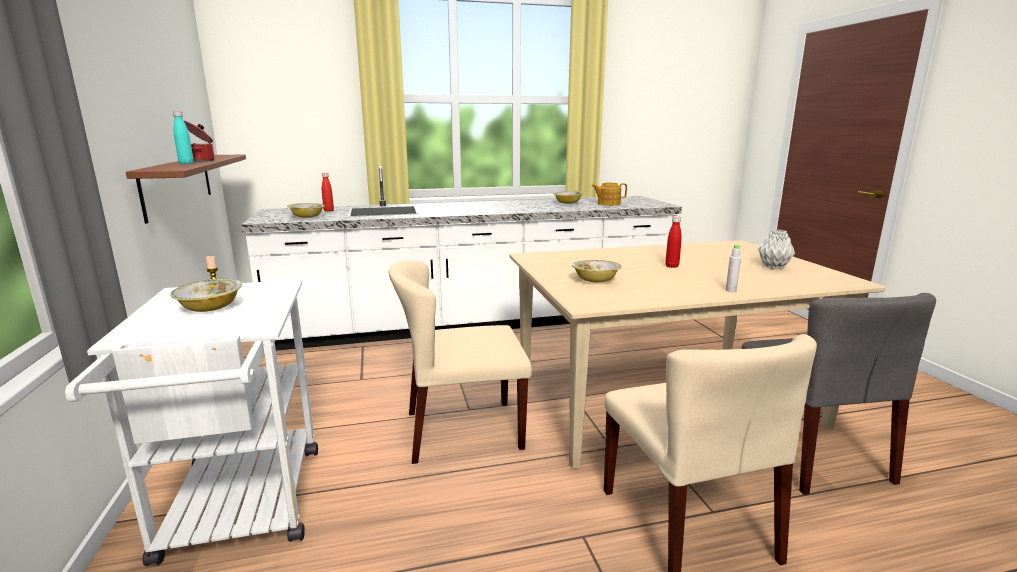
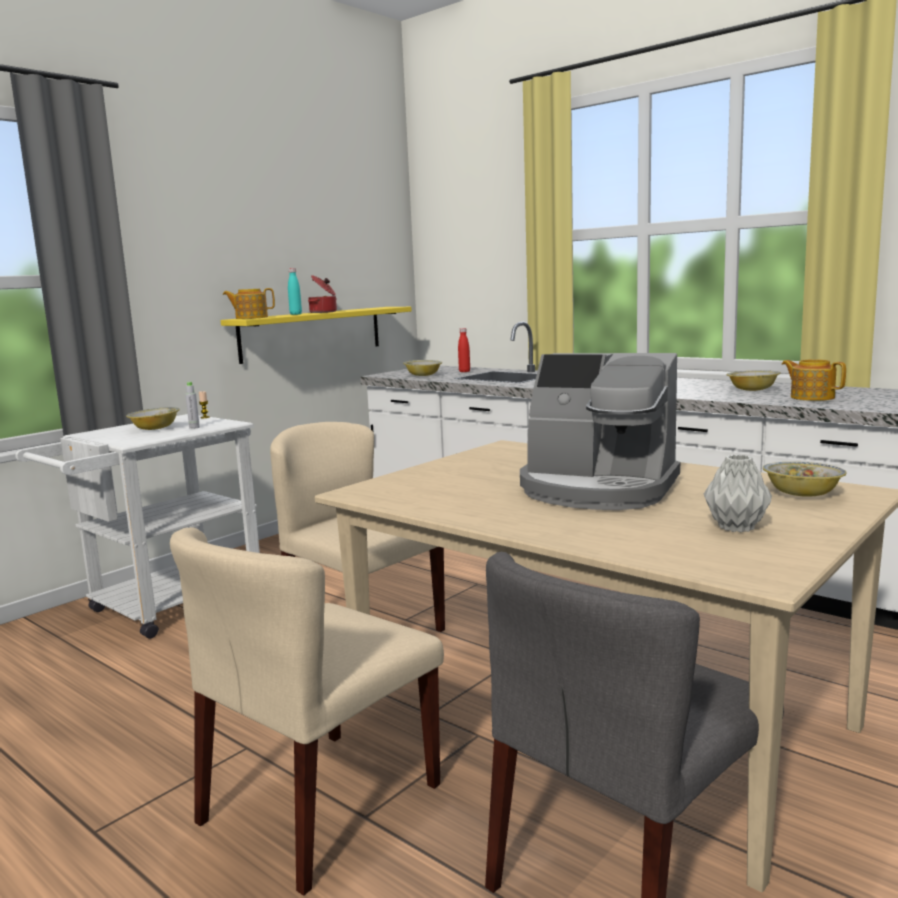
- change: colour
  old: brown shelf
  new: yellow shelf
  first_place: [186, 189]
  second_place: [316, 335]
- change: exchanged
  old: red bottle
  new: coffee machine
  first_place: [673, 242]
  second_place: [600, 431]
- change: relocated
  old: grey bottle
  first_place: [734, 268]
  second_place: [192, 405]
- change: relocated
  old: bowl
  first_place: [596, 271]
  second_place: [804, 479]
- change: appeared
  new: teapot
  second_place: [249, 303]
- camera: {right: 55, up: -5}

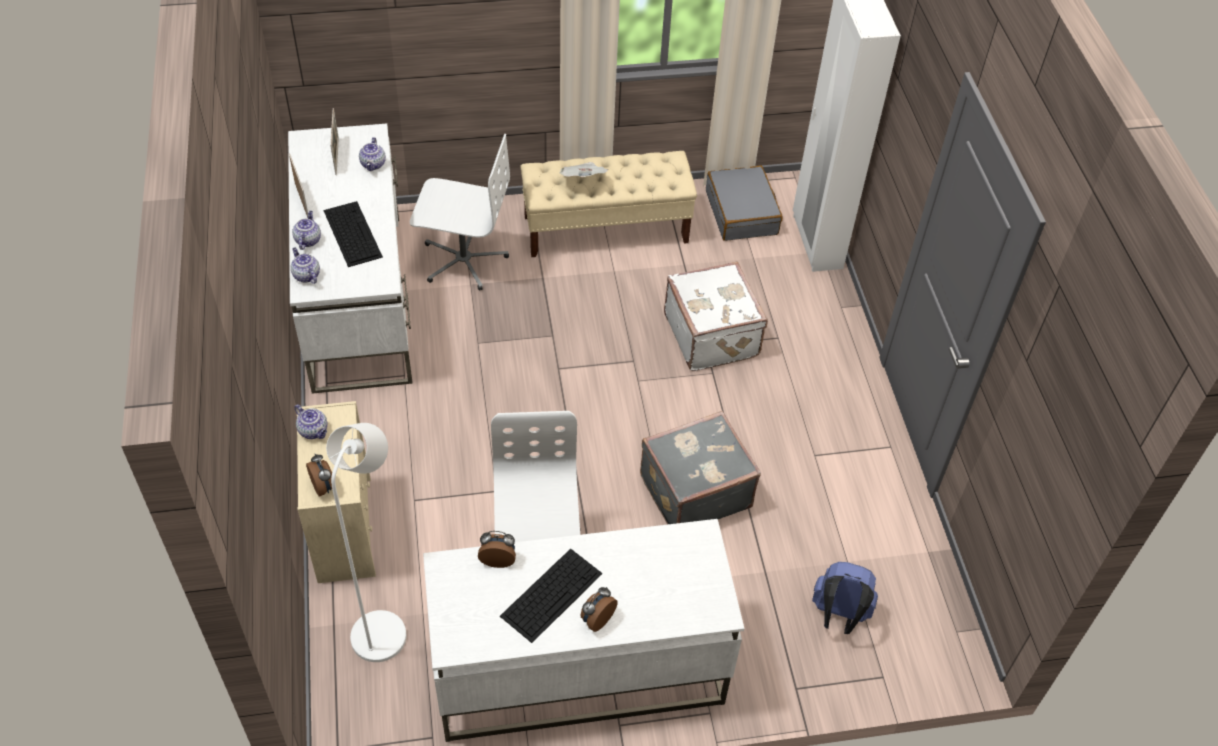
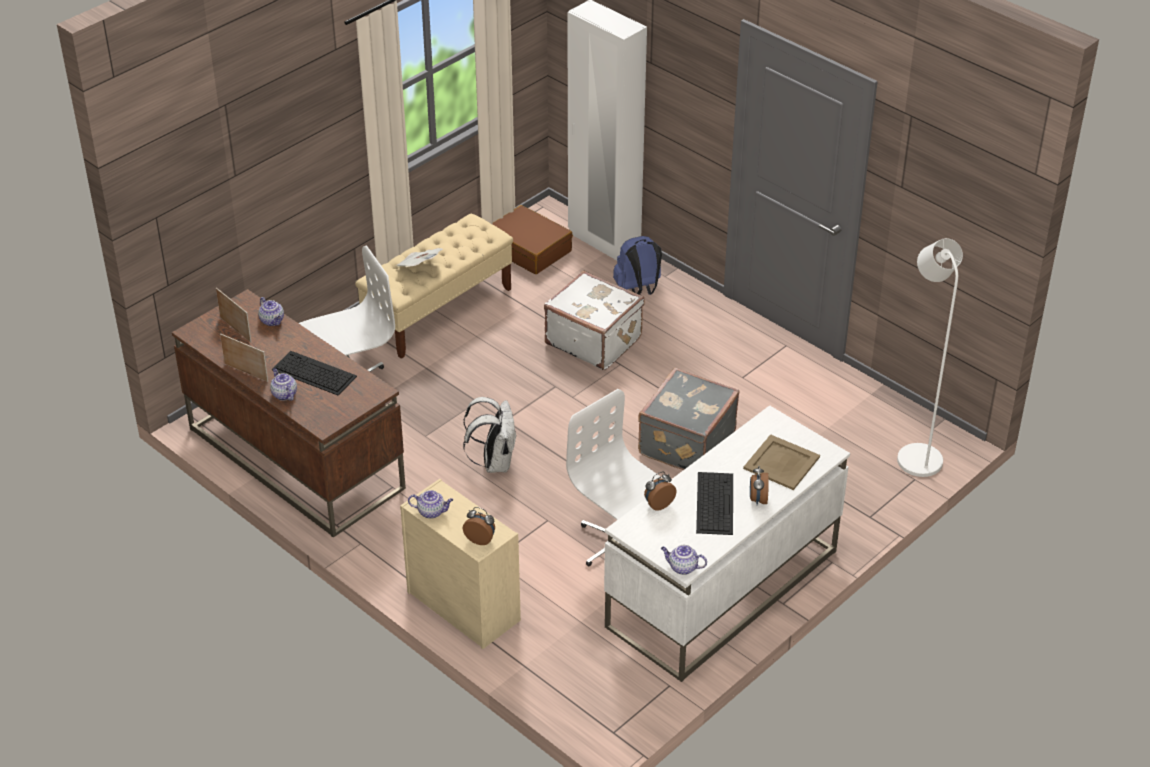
- change: colour
  old: white desk
  new: brown desk
  first_place: [350, 259]
  second_place: [289, 413]
- change: colour
  old: grey suitcase
  new: brown suitcase
  first_place: [744, 203]
  second_place: [532, 239]
- change: relocated
  old: teapot
  first_place: [305, 265]
  second_place: [684, 560]
- change: relocated
  old: white floor lamp
  first_place: [366, 542]
  second_place: [930, 357]
- change: relocated
  old: blue backpack
  first_place: [845, 598]
  second_place: [637, 265]
- change: appeared
  new: white backpack
  second_place: [490, 435]
- change: appeared
  new: beige tray
  second_place: [781, 462]
- camera: {right: -35, up: -10}

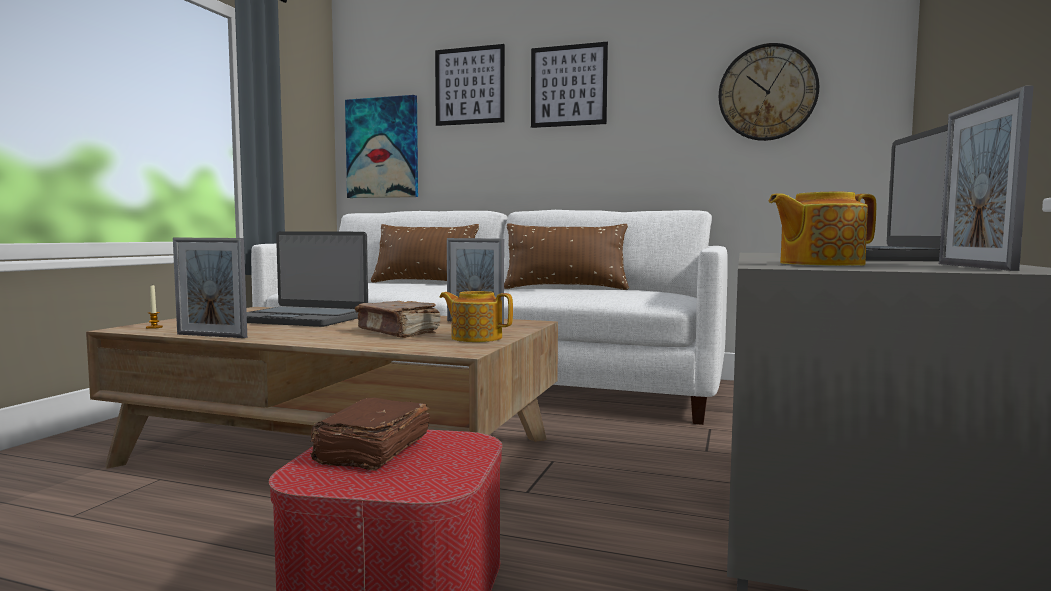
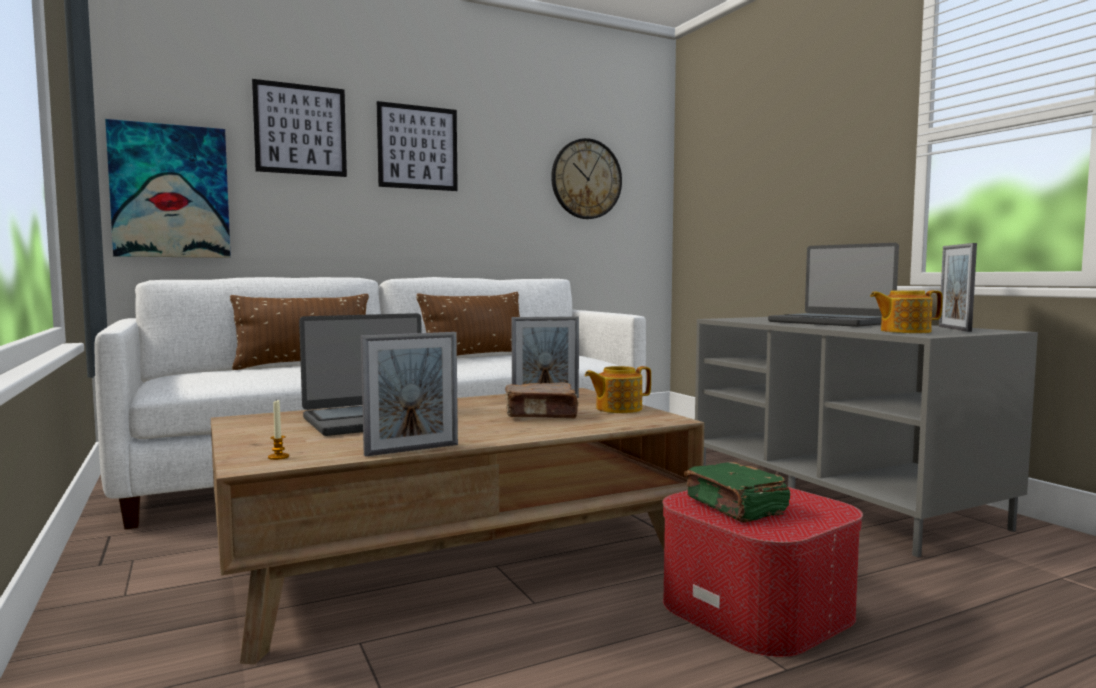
- change: spun
  old: picture frame
  first_place: [986, 178]
  second_place: [958, 287]
  degrees: 45
- change: spun
  old: teapot
  first_place: [822, 228]
  second_place: [906, 311]
  degrees: 60
- change: colour
  old: brown book
  new: green book
  first_place: [370, 434]
  second_place: [737, 492]
- camera: {right: -45, up: 0}

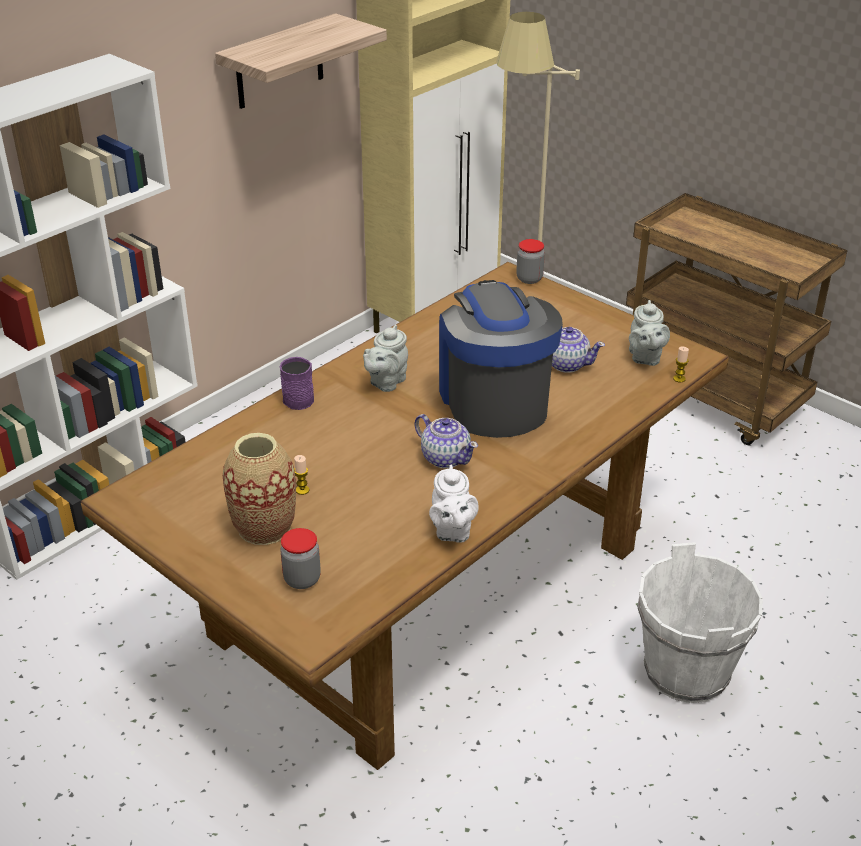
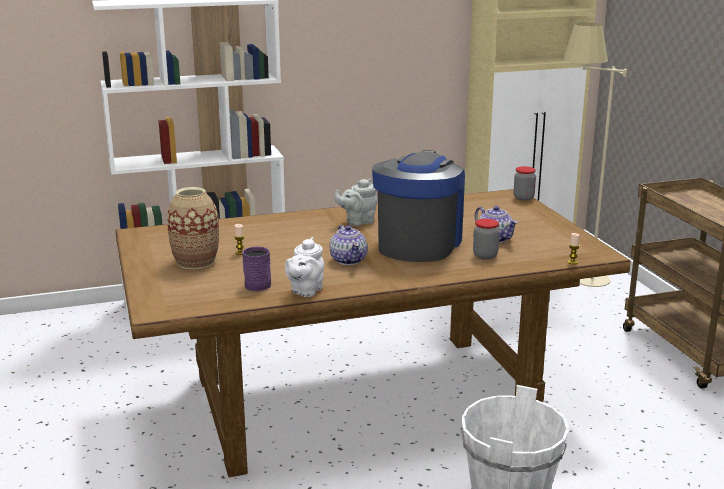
- change: missing
  old: shelf
  first_place: [301, 61]
- change: missing
  old: grey teapot
  first_place: [649, 333]
- change: relocated
  old: purple mug
  first_place: [296, 383]
  second_place: [256, 268]
- change: relocated
  old: jar
  first_place: [300, 558]
  second_place: [486, 239]
- camera: {right: 30, up: -15}

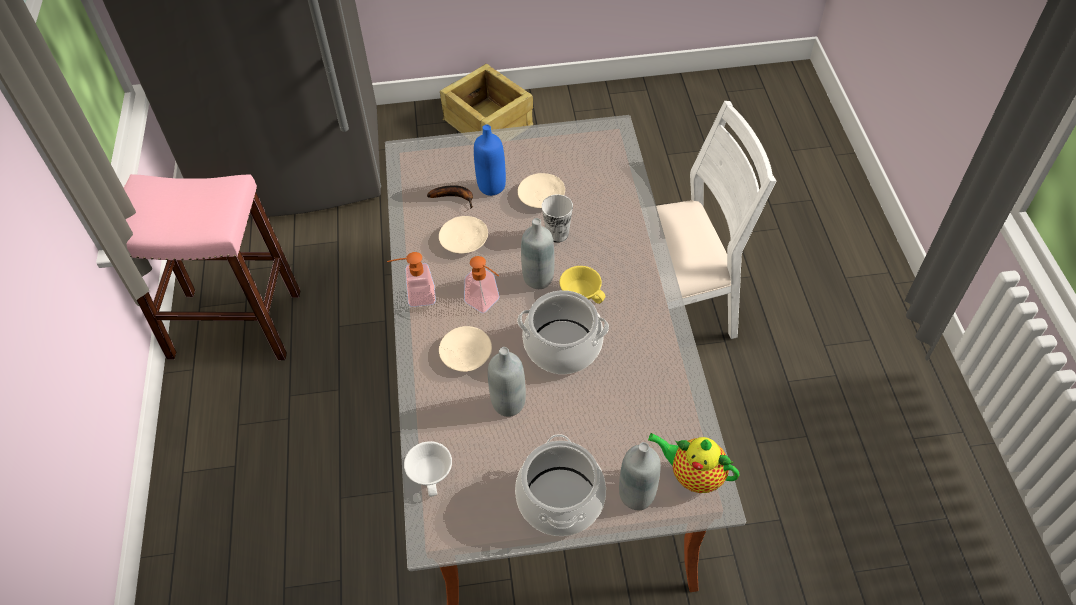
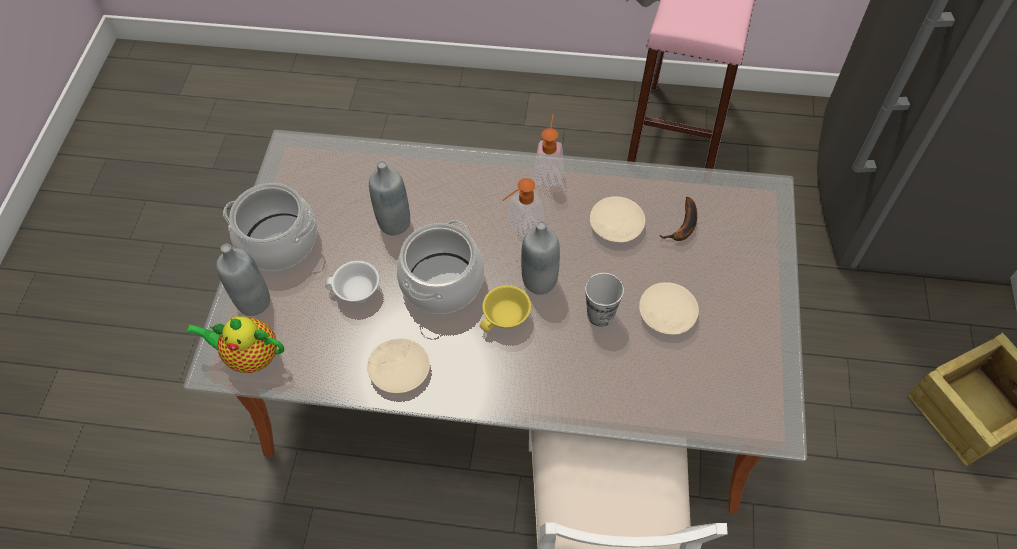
- change: missing
  old: blue bottle
  first_place: [490, 160]
- change: relocated
  old: beige plate
  first_place: [465, 349]
  second_place: [398, 366]
- change: spun
  old: teapot
  first_place: [694, 463]
  second_place: [235, 344]
  degrees: -120
- change: relocated
  old: white cup
  first_place: [428, 469]
  second_place: [352, 282]
- camera: {right: 105, up: 5}

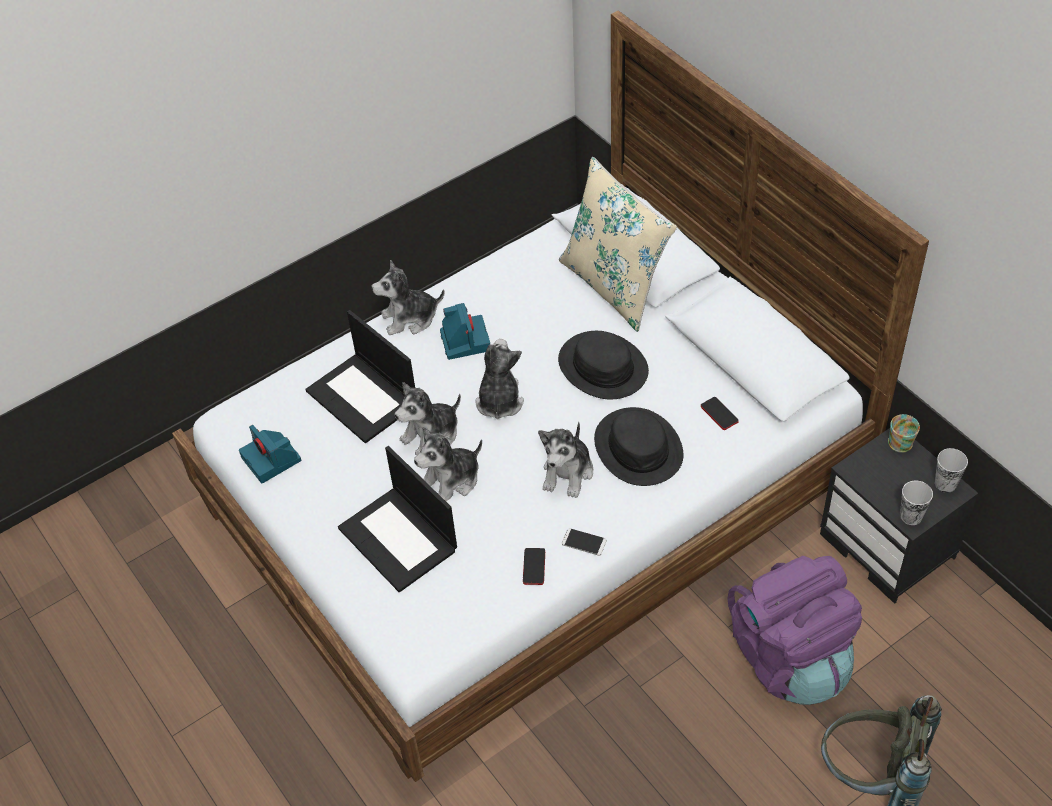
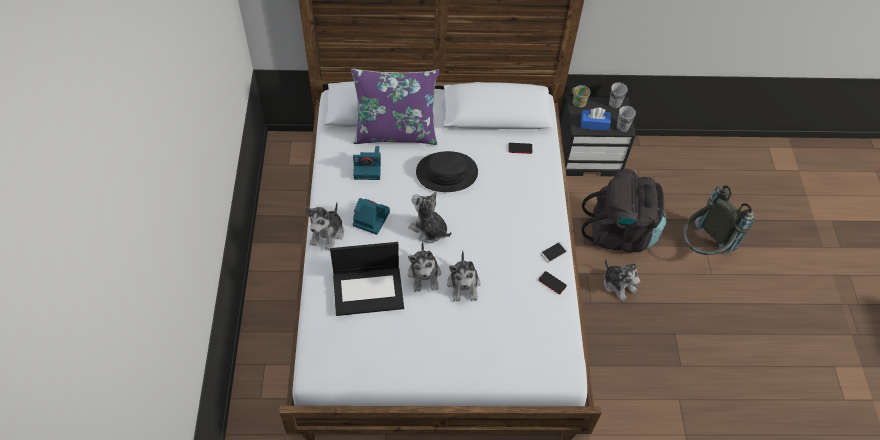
- change: colour
  old: beige pillow
  new: purple pillow
  first_place: [618, 244]
  second_place: [395, 106]
- change: missing
  old: black hat
  first_place: [638, 446]
- change: relocated
  old: plush toy
  first_place: [565, 460]
  second_place: [622, 280]
- change: relocated
  old: photo camera
  first_place: [270, 454]
  second_place: [367, 163]
- change: missing
  old: laptop
  first_place: [397, 519]
- change: colour
  old: purple backpack
  new: black backpack
  first_place: [795, 630]
  second_place: [623, 211]
- change: appeared
  new: blue tissue box
  second_place: [596, 119]
- camera: {right: -60, up: 5}

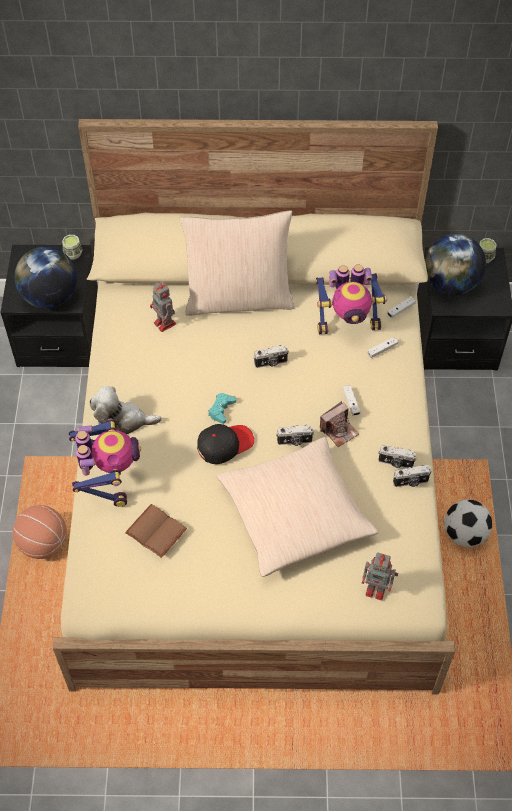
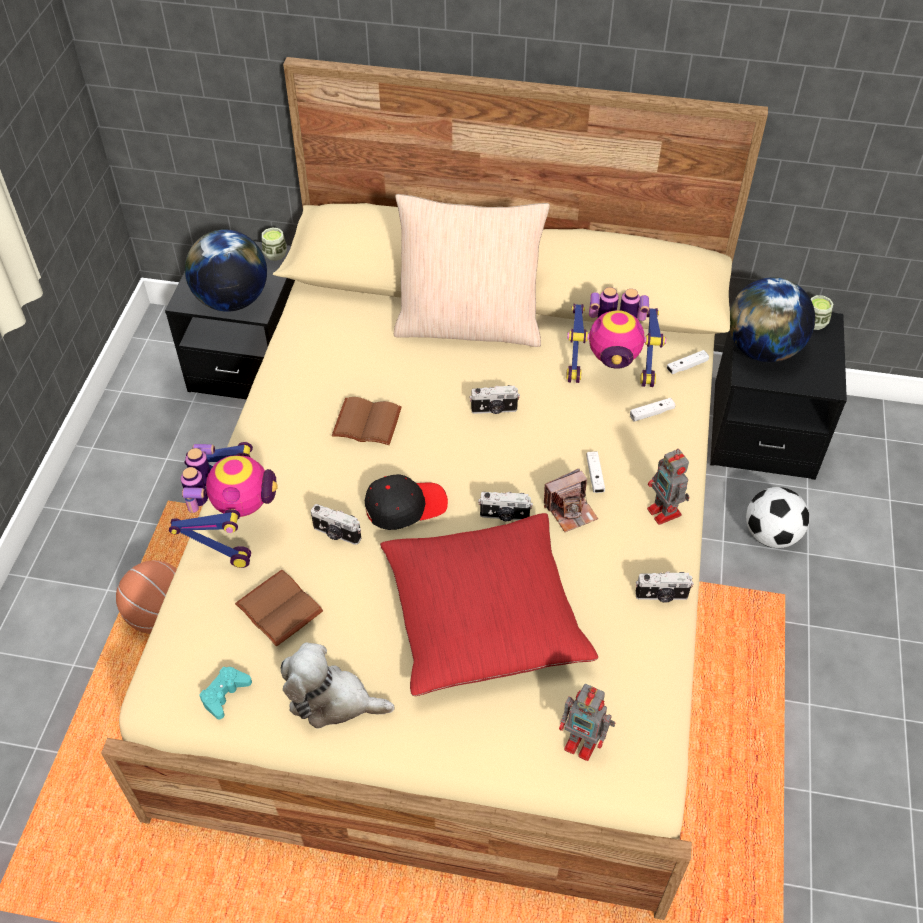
- change: relocated
  old: toy robot
  first_place: [163, 306]
  second_place: [668, 487]
- change: relocated
  old: plush toy
  first_place: [125, 410]
  second_place: [337, 685]
- change: relocated
  old: turquoise game controller
  first_place: [222, 408]
  second_place: [225, 693]
- change: colour
  old: beige pillow
  new: red pillow
  first_place: [297, 507]
  second_place: [489, 604]
- change: relocated
  old: photo camera
  first_place: [397, 456]
  second_place: [336, 524]
- change: relocated
  old: football
  first_place: [468, 523]
  second_place: [778, 517]
- change: appeared
  new: brown book
  second_place: [367, 421]
- camera: {right: 10, up: -5}

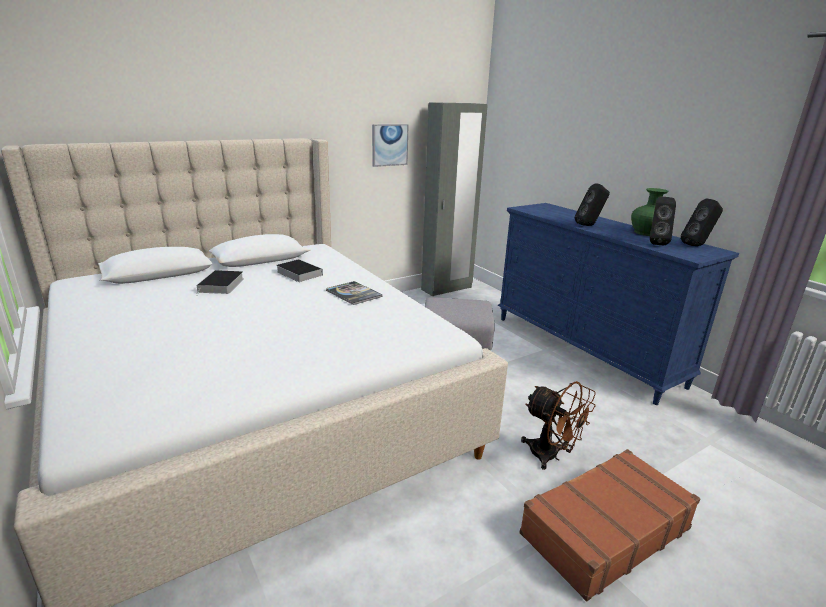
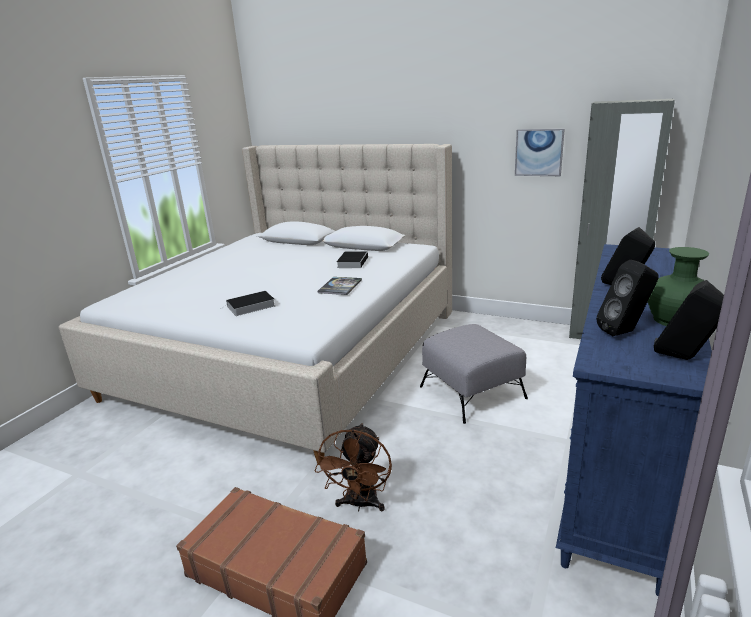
- change: relocated
  old: book
  first_place: [219, 282]
  second_place: [248, 303]
- camera: {right: 60, up: 0}

